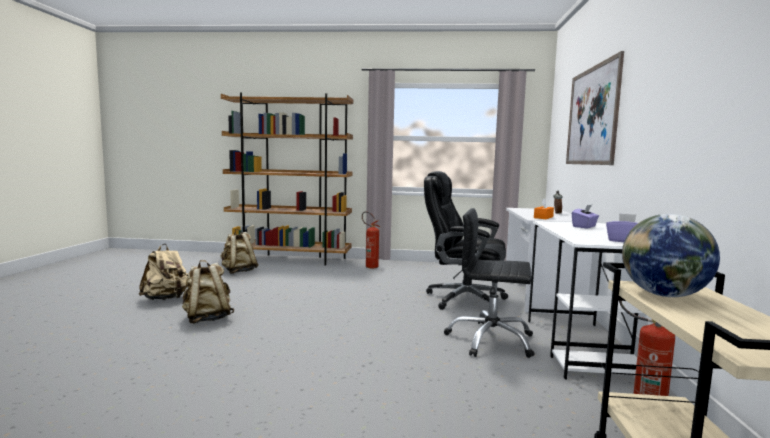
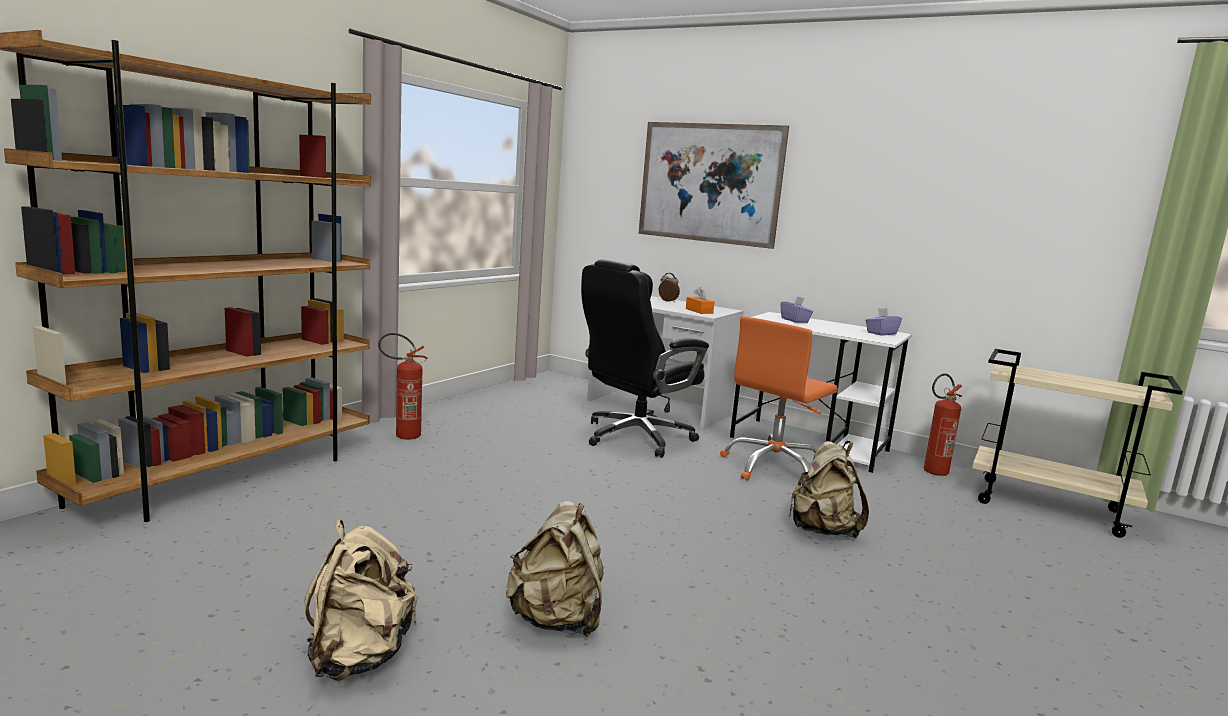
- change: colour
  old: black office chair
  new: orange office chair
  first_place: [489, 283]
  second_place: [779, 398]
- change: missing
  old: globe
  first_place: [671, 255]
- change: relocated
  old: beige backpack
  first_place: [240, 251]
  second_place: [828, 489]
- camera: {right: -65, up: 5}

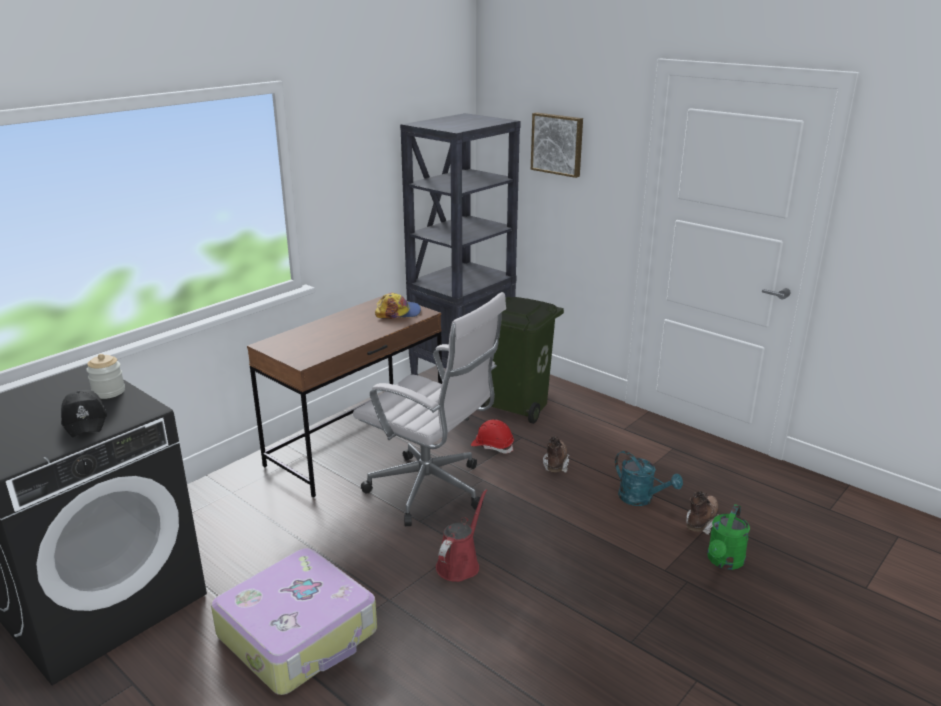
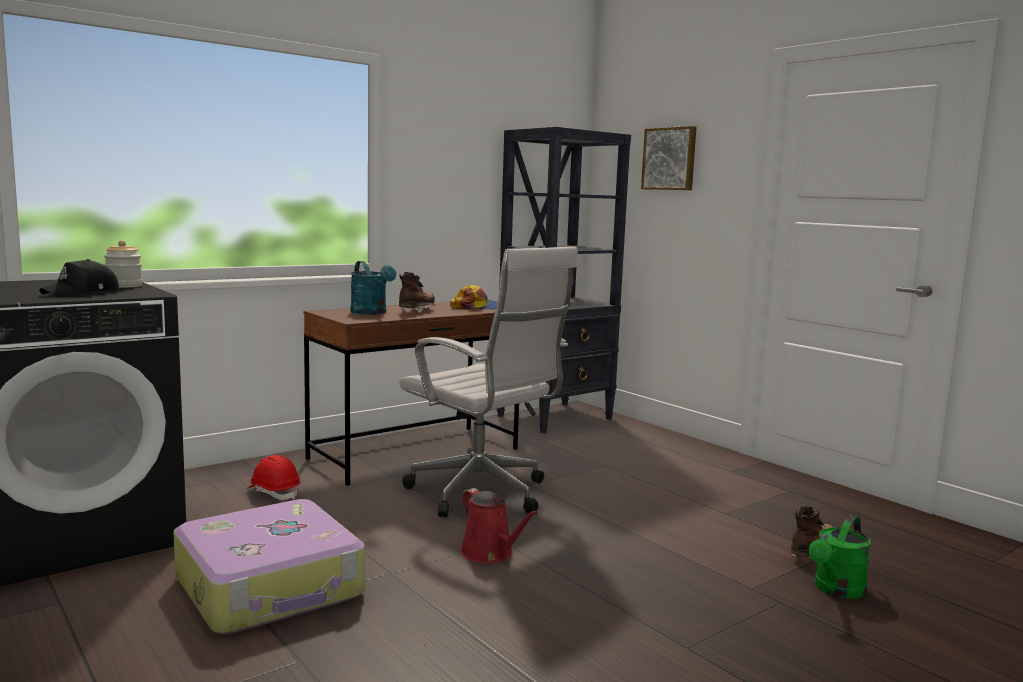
- change: missing
  old: green trash can
  first_place: [522, 360]
- change: spun
  old: black cap
  first_place: [84, 413]
  second_place: [79, 278]
  degrees: 45
- change: relocated
  old: red hard hat
  first_place: [492, 436]
  second_place: [273, 477]
- change: relocated
  old: brown boot
  first_place: [556, 454]
  second_place: [417, 292]
- change: relocated
  old: turquoise watering can
  first_place: [649, 478]
  second_place: [373, 288]
- change: spun
  old: red watering can
  first_place: [461, 535]
  second_place: [499, 525]
  degrees: 105
- camera: {right: 10, up: -15}

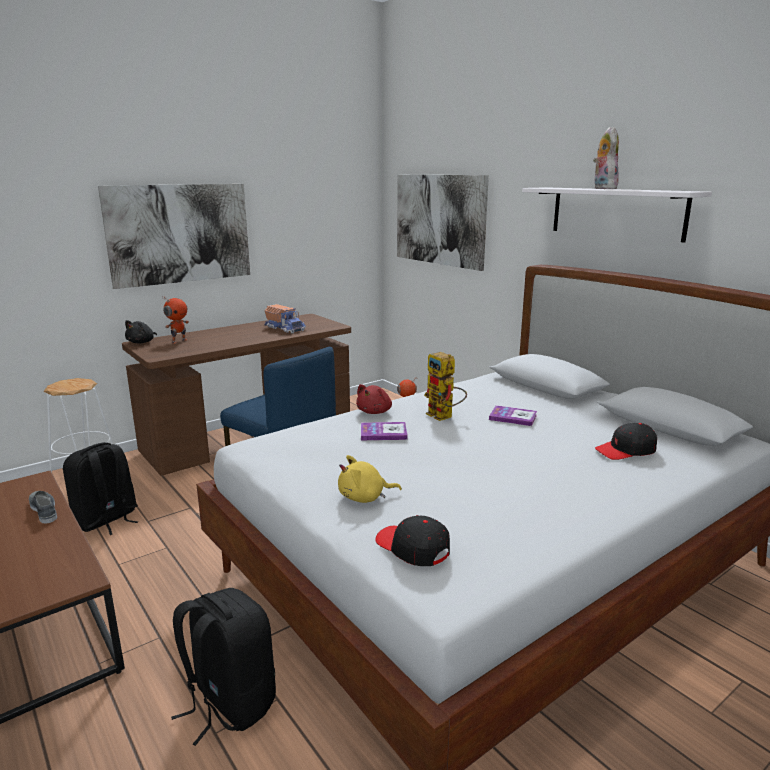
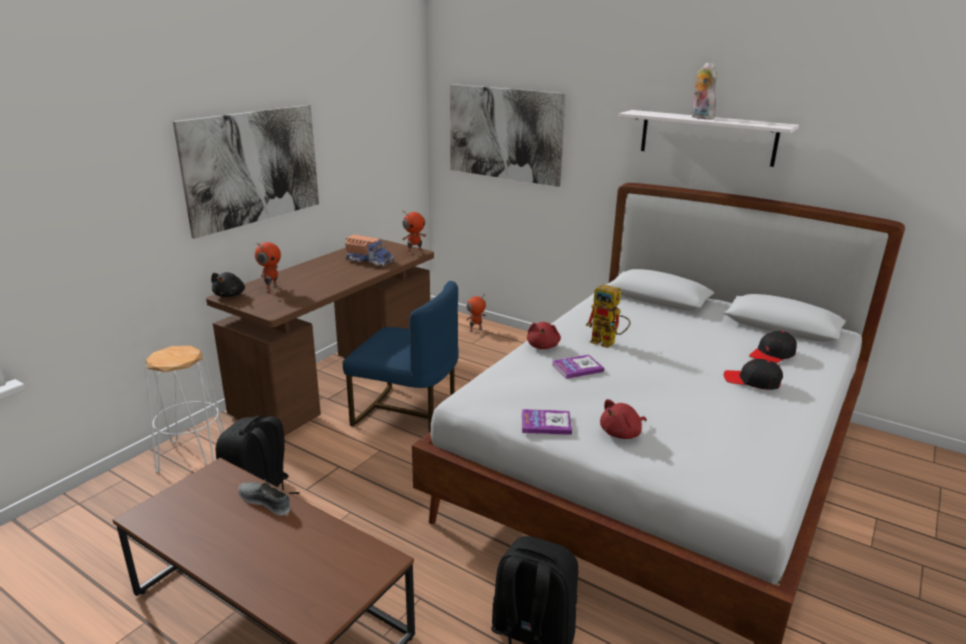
- change: relocated
  old: book
  first_place: [513, 415]
  second_place: [547, 422]
- change: colour
  old: yellow plush toy
  new: red plush toy
  first_place: [370, 479]
  second_place: [623, 419]
- change: relocated
  old: black cap
  first_place: [412, 540]
  second_place: [753, 374]
- change: appeared
  new: toy robot
  second_place: [414, 232]
- camera: {right: -20, up: 5}

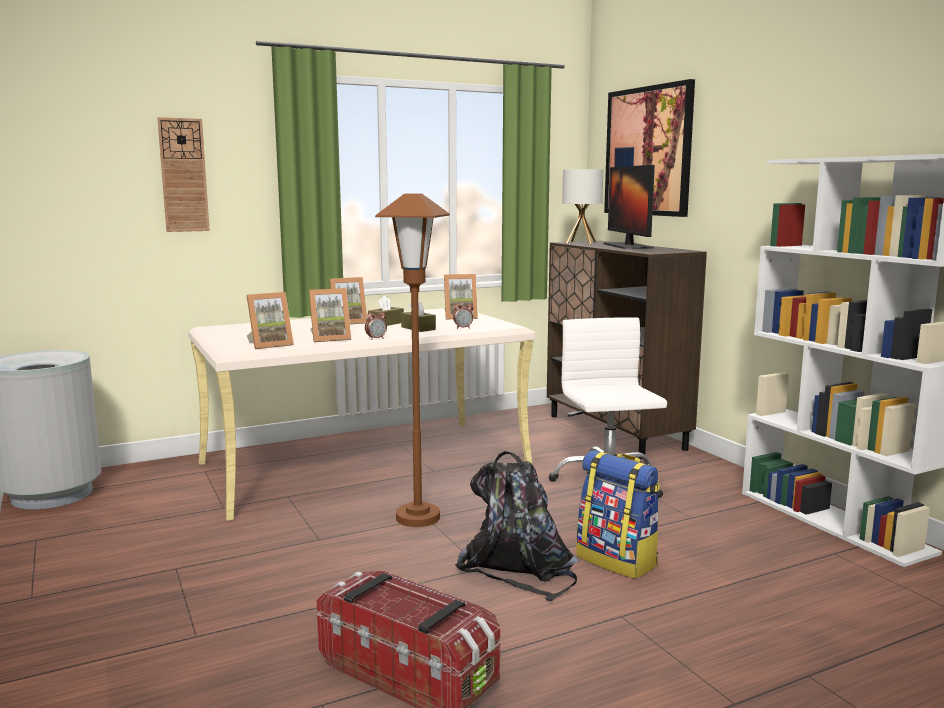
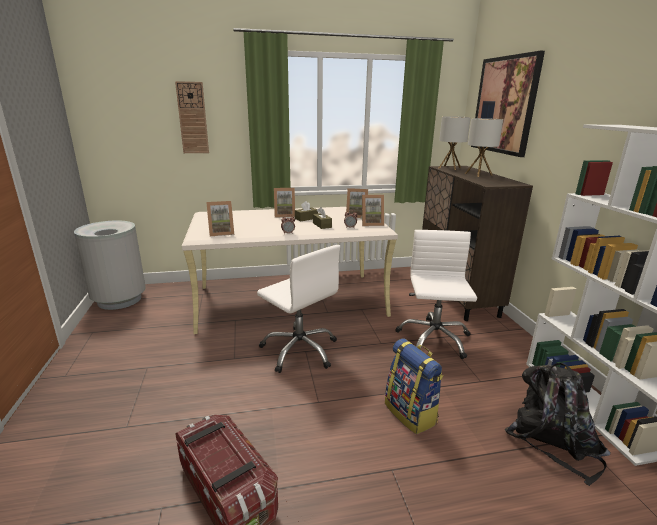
- change: exchanged
  old: monitor
  new: table lamp
  first_place: [629, 207]
  second_place: [484, 147]
- change: exchanged
  old: brown floor lamp
  new: white office chair
  first_place: [412, 360]
  second_place: [298, 309]
- change: relocated
  old: picture frame
  first_place: [330, 315]
  second_place: [372, 210]
- change: relocated
  old: black backpack
  first_place: [516, 526]
  second_place: [557, 424]
- camera: {right: 15, up: 10}

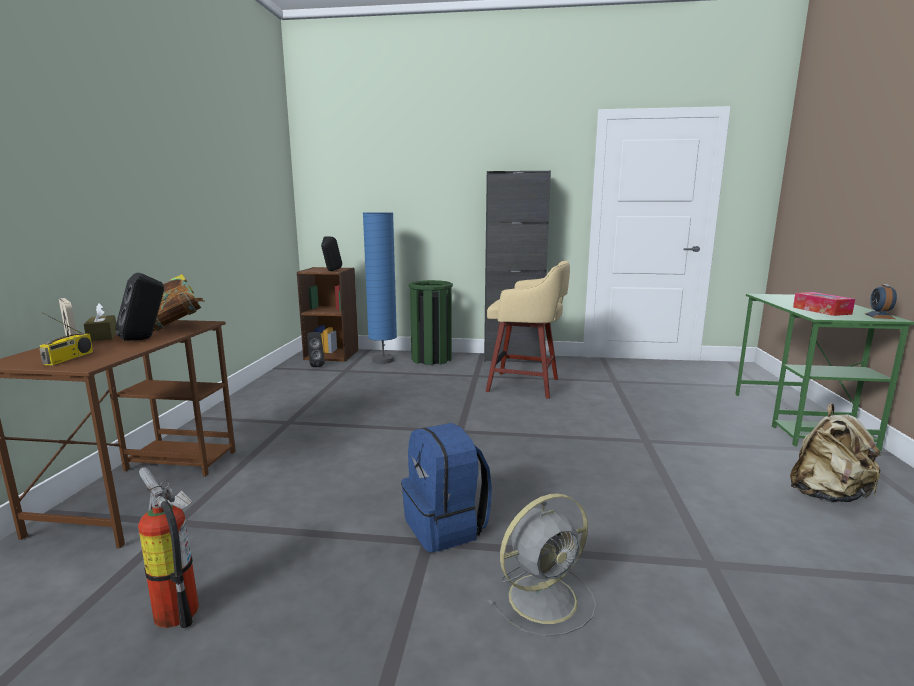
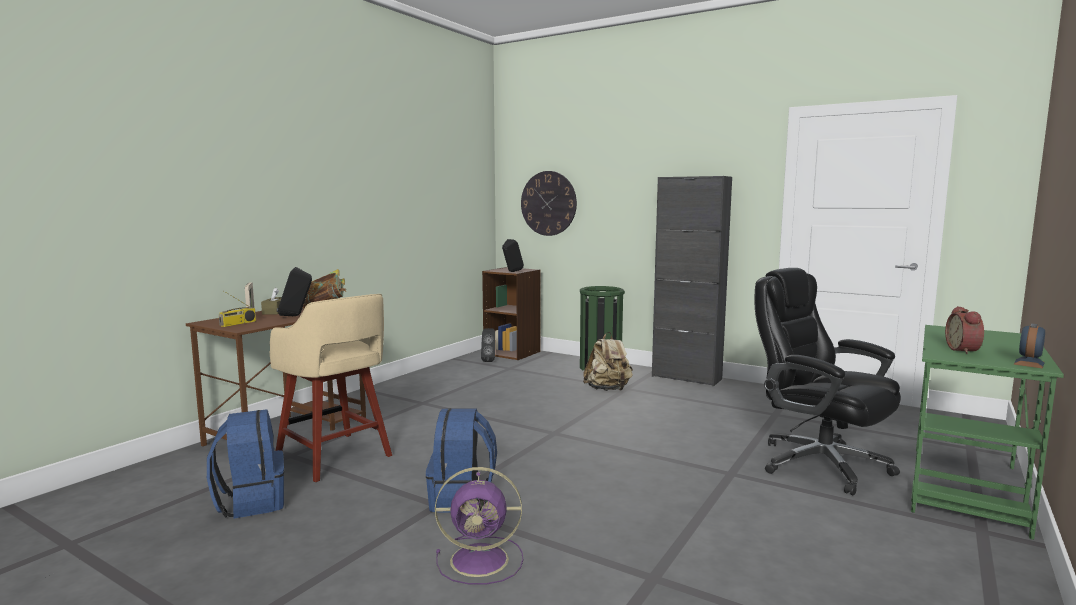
- change: missing
  old: blue floor lamp
  first_place: [380, 288]
- change: relocated
  old: beige stool
  first_place: [528, 330]
  second_place: [331, 388]
- change: exchanged
  old: tissue box
  new: alarm clock
  first_place: [824, 304]
  second_place: [964, 330]
- change: relocated
  old: beige backpack
  first_place: [836, 452]
  second_place: [608, 361]
- change: exchanged
  old: fire extinguisher
  new: blue backpack
  first_place: [168, 548]
  second_place: [245, 464]
- change: colour
  old: grey fan
  new: purple fan
  first_place: [542, 565]
  second_place: [479, 526]
- change: appeared
  new: wall clock
  second_place: [549, 203]
- change: appeared
  new: black office chair
  second_place: [828, 381]
- camera: {right: 25, up: -5}

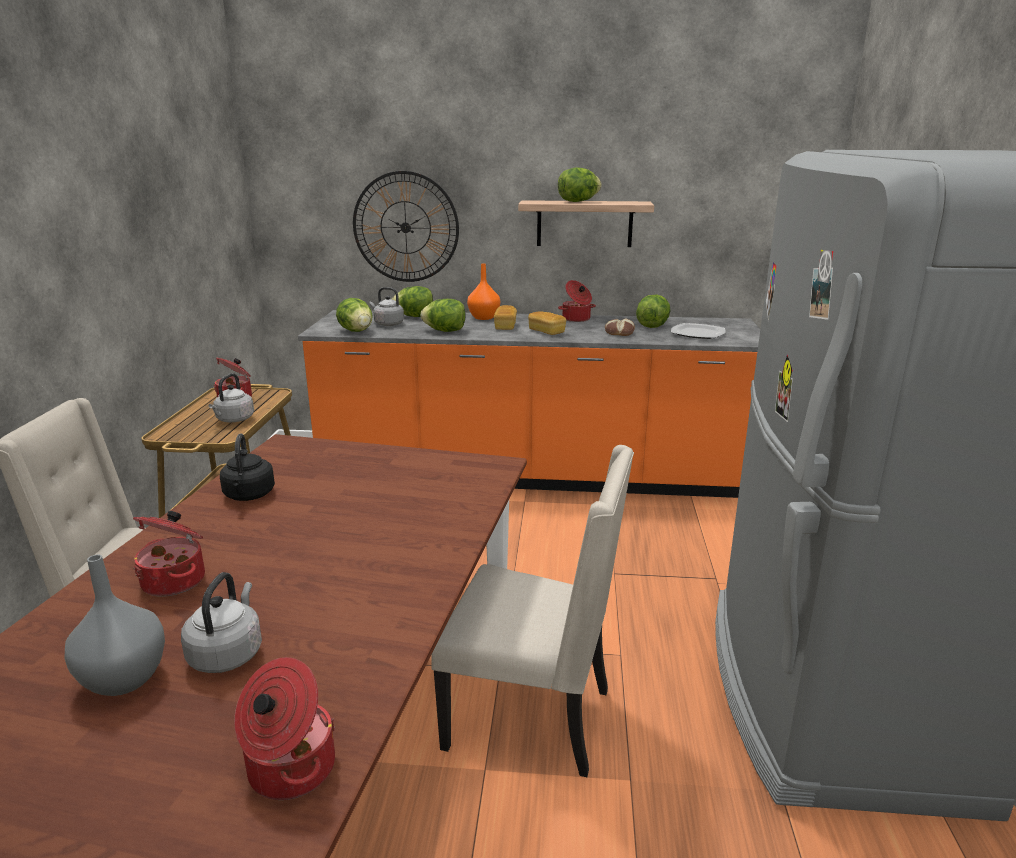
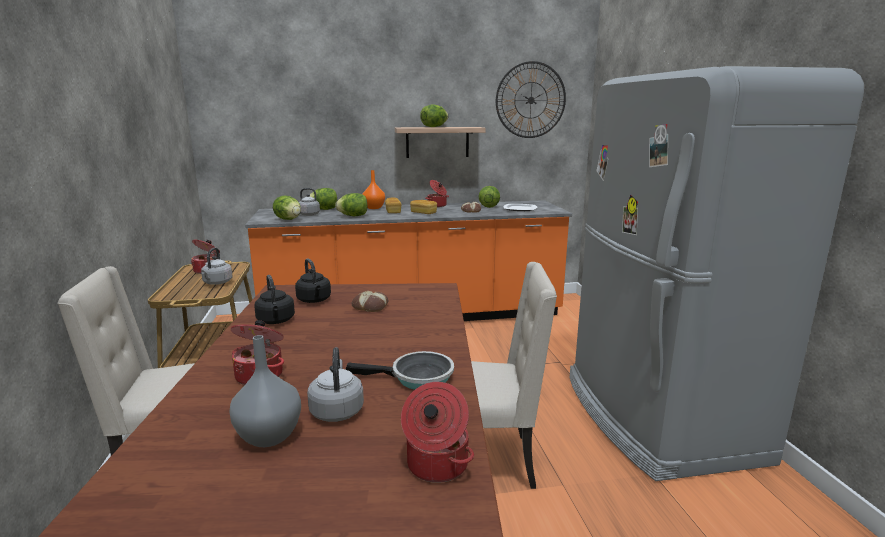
- change: relocated
  old: wall clock
  first_place: [406, 226]
  second_place: [531, 99]
- change: appeared
  new: black kettle
  second_place: [313, 281]
- change: appeared
  new: bread
  second_place: [370, 301]
- change: appeared
  new: frying pan
  second_place: [400, 370]
- camera: {right: -15, up: -5}

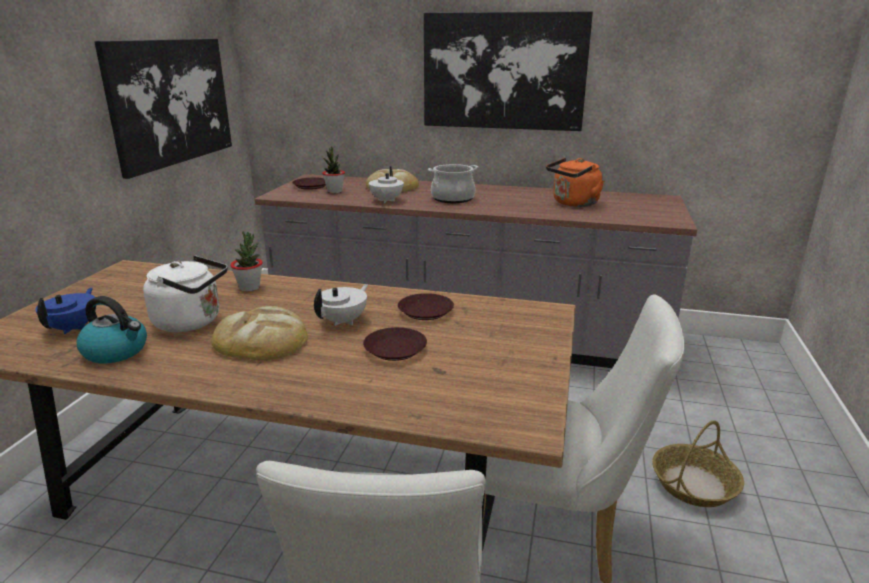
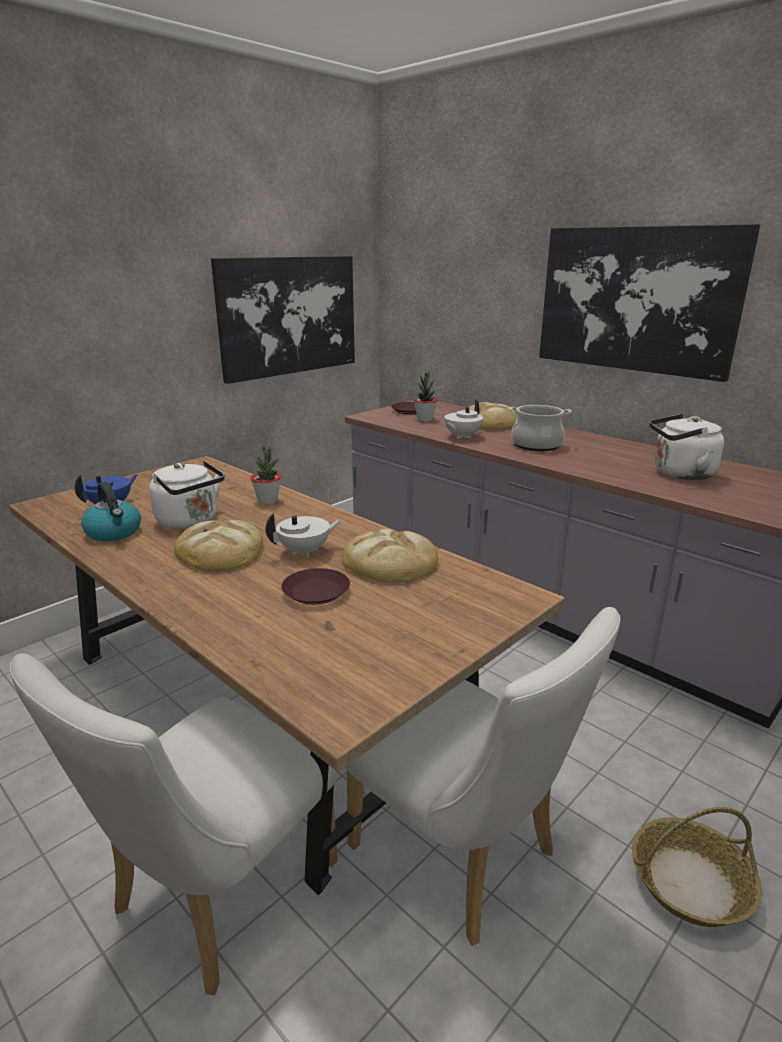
- change: colour
  old: orange kettle
  new: white kettle
  first_place: [575, 182]
  second_place: [686, 447]
- change: exchanged
  old: brown plate
  new: bread
  first_place: [426, 306]
  second_place: [390, 555]
- camera: {right: 30, up: 0}

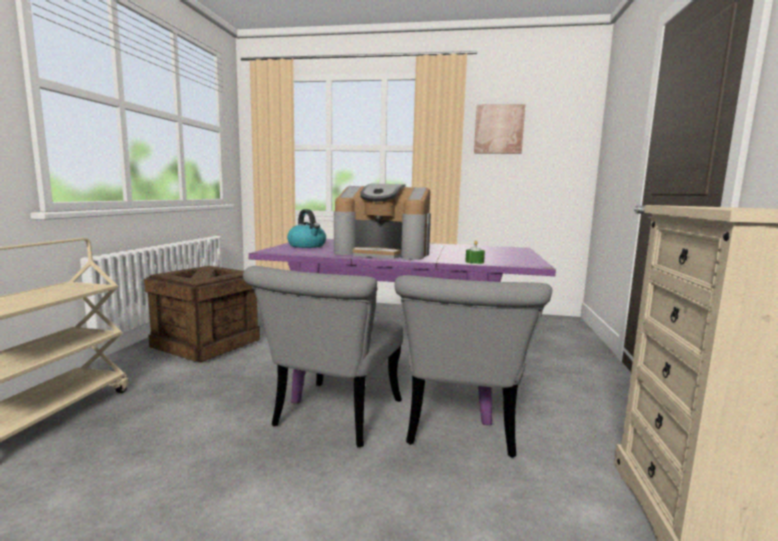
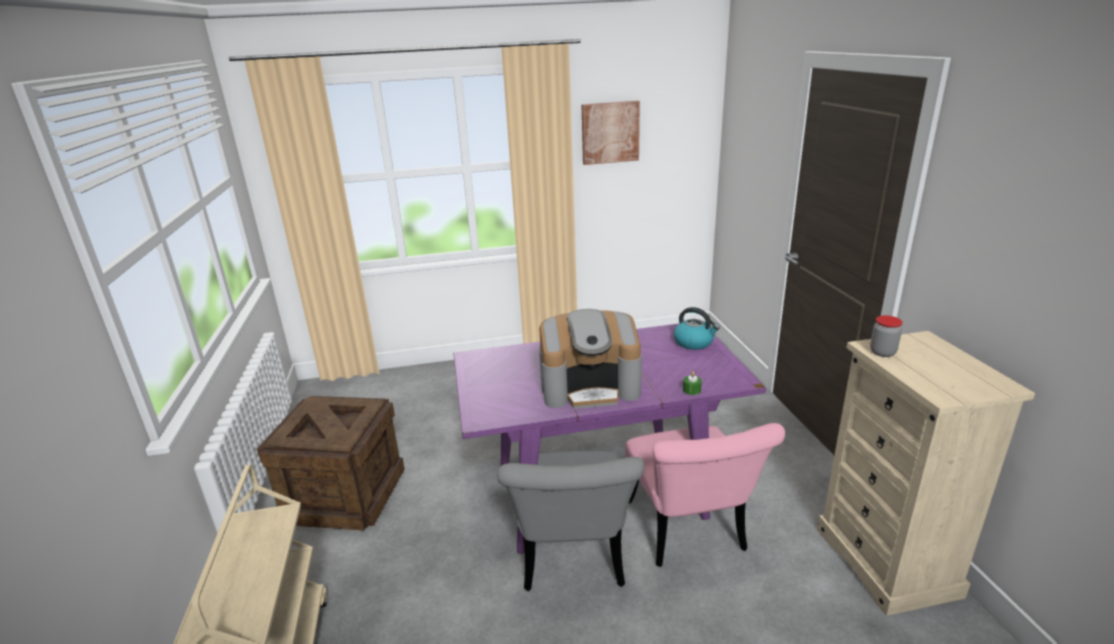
- change: relocated
  old: kettle
  first_place: [306, 228]
  second_place: [697, 328]
- change: colour
  old: grey chair
  new: pink chair
  first_place: [473, 366]
  second_place: [705, 495]
- change: appeared
  new: jar
  second_place: [886, 336]
- camera: {right: -20, up: 15}

